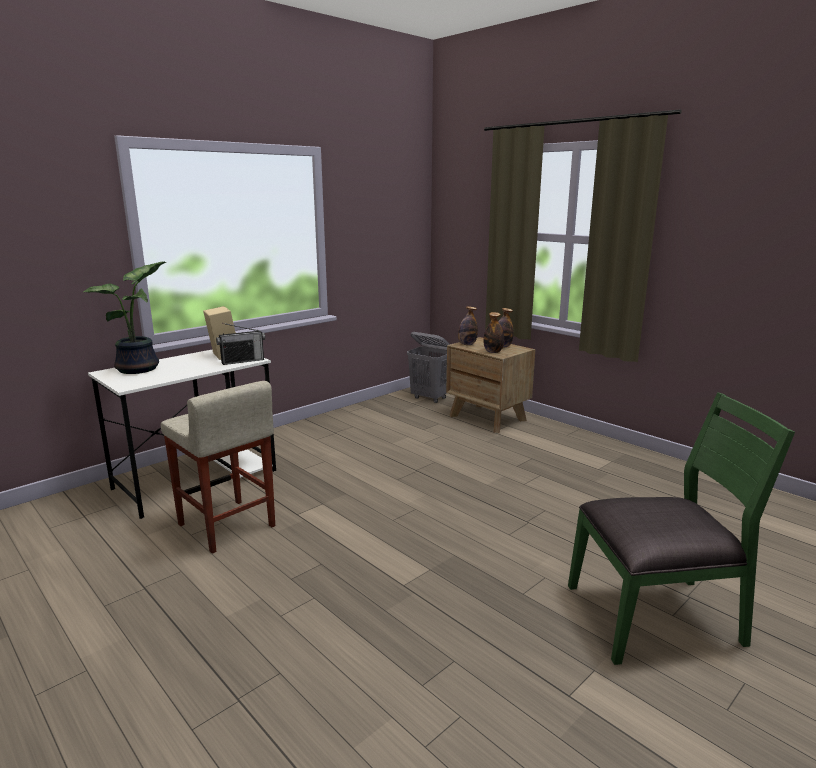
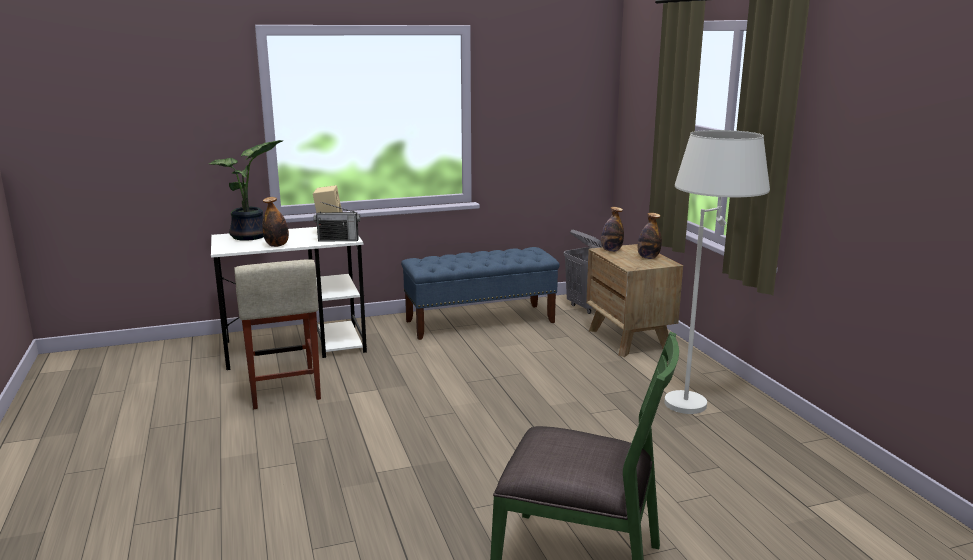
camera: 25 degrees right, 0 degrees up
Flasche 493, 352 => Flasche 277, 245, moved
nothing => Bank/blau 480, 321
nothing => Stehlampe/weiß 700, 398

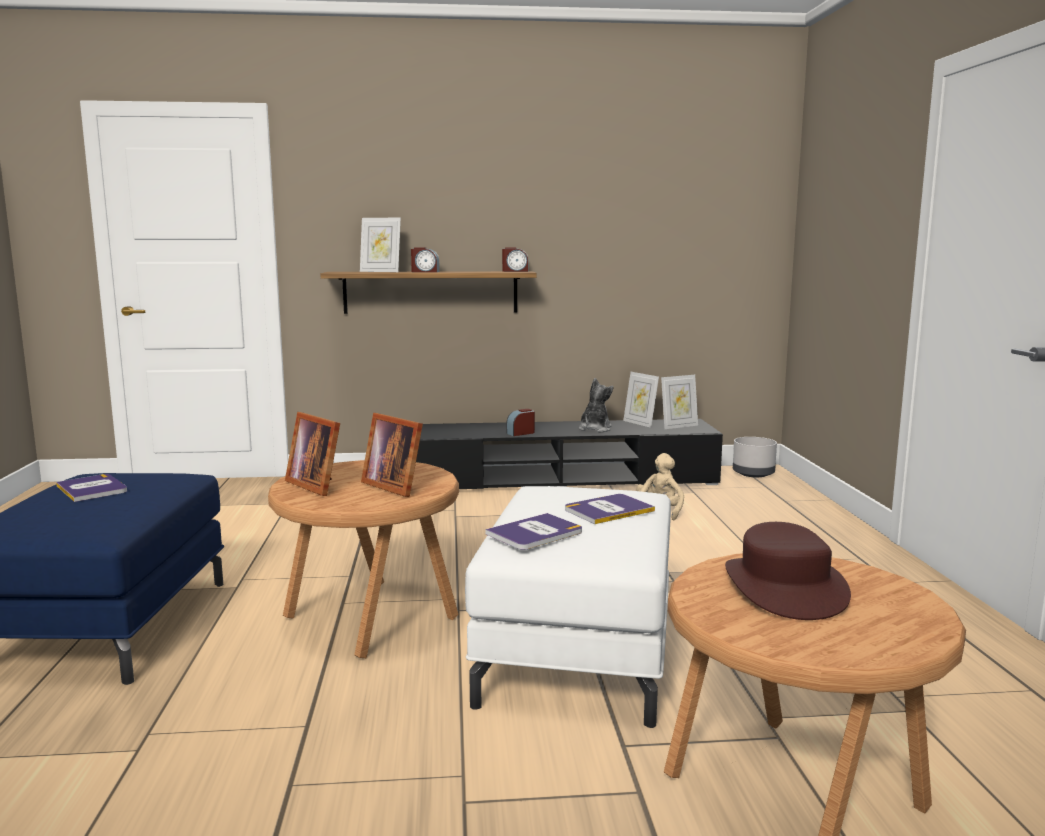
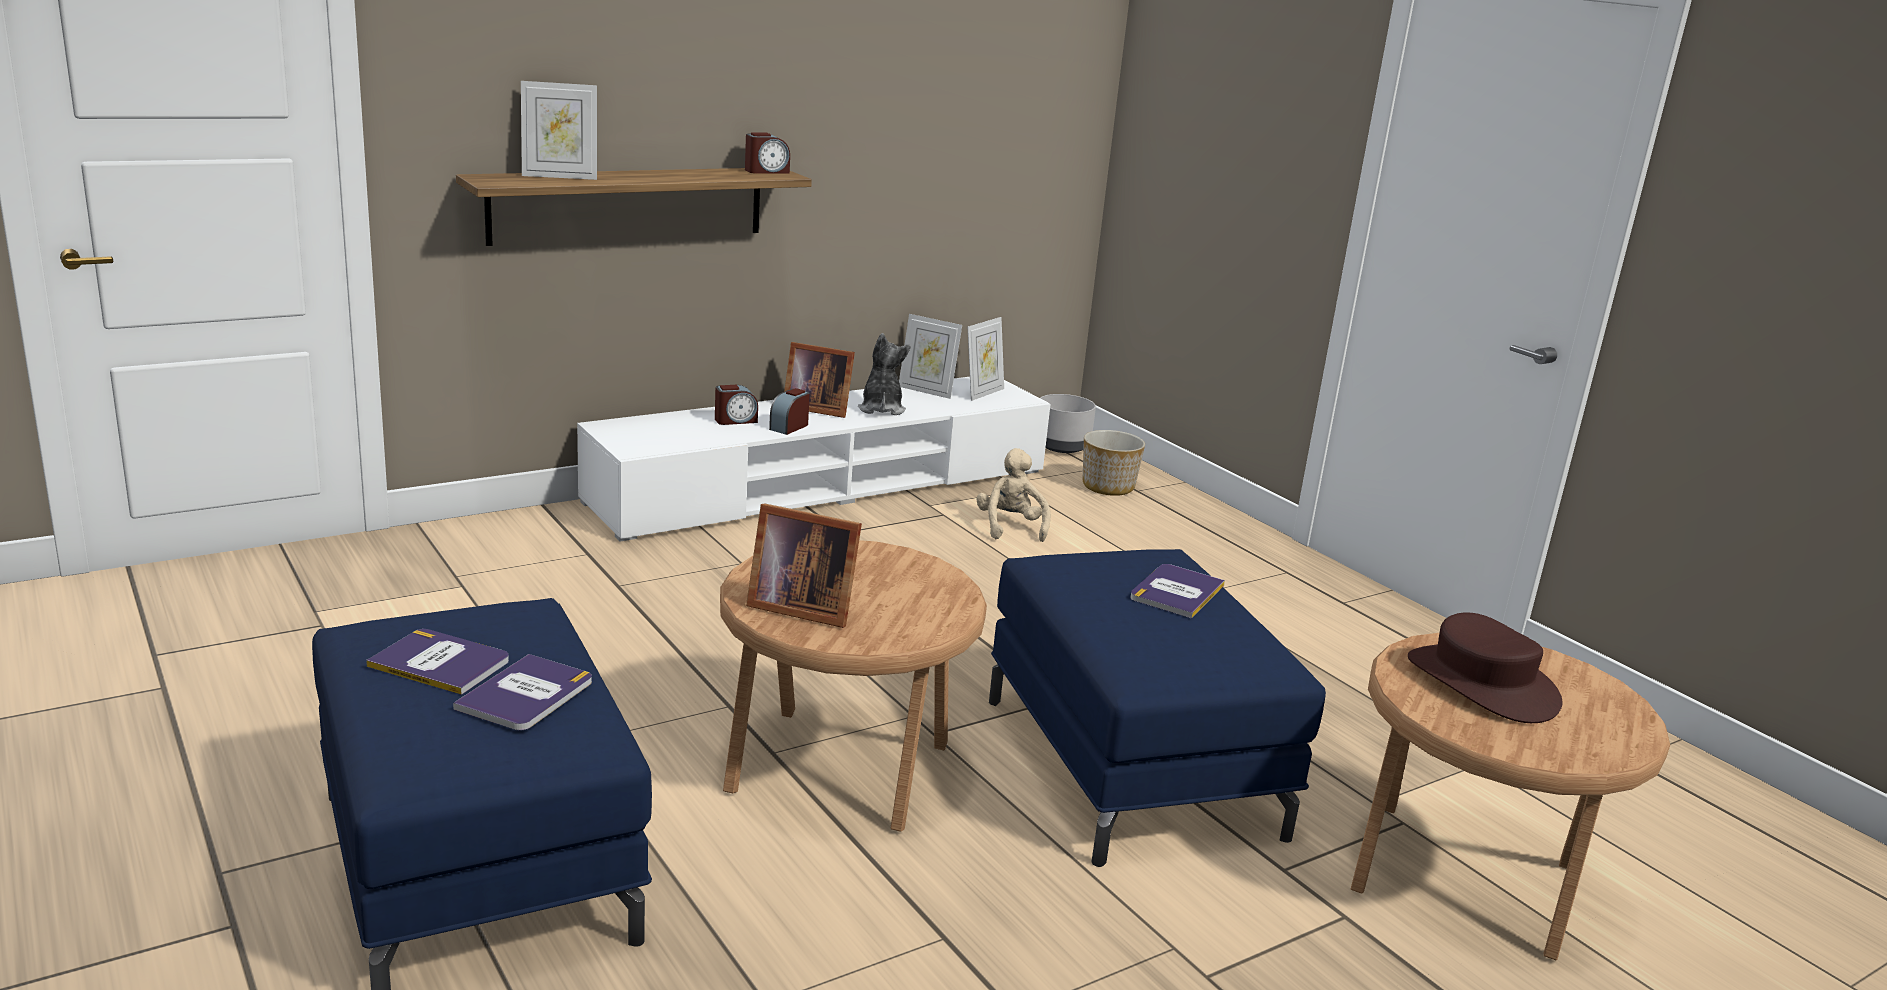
camera: 30 degrees left, 10 degrees up
Bilderrahmen 395, 486 => Bilderrahmen 815, 408, moved
Wecker 425, 272 => Wecker 735, 420, moved
Fernsehschrank/schwarz 557, 480 => Fernsehschrank/weiß 825, 486
Polsterhocker/weiß 576, 653 => Polsterhocker/blau 1128, 766
Buch 535, 533 => Buch 526, 694, moved
nothing => Pflanzkübel 1109, 487

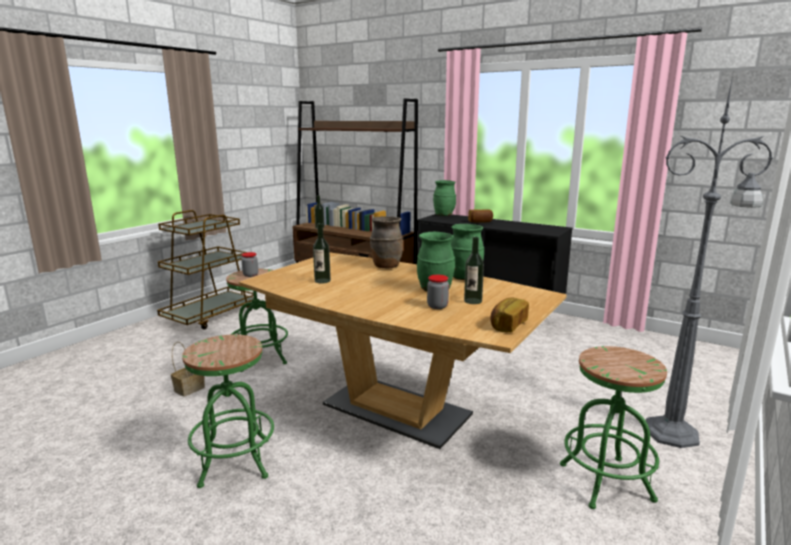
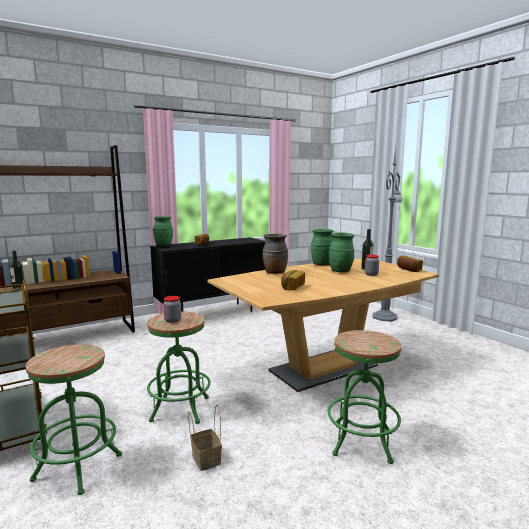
camera: 65 degrees left, 5 degrees down
Flasche 322, 281 => Brot 292, 287
Hocker/grün 606, 482 => Hocker/grün 78, 467, moved

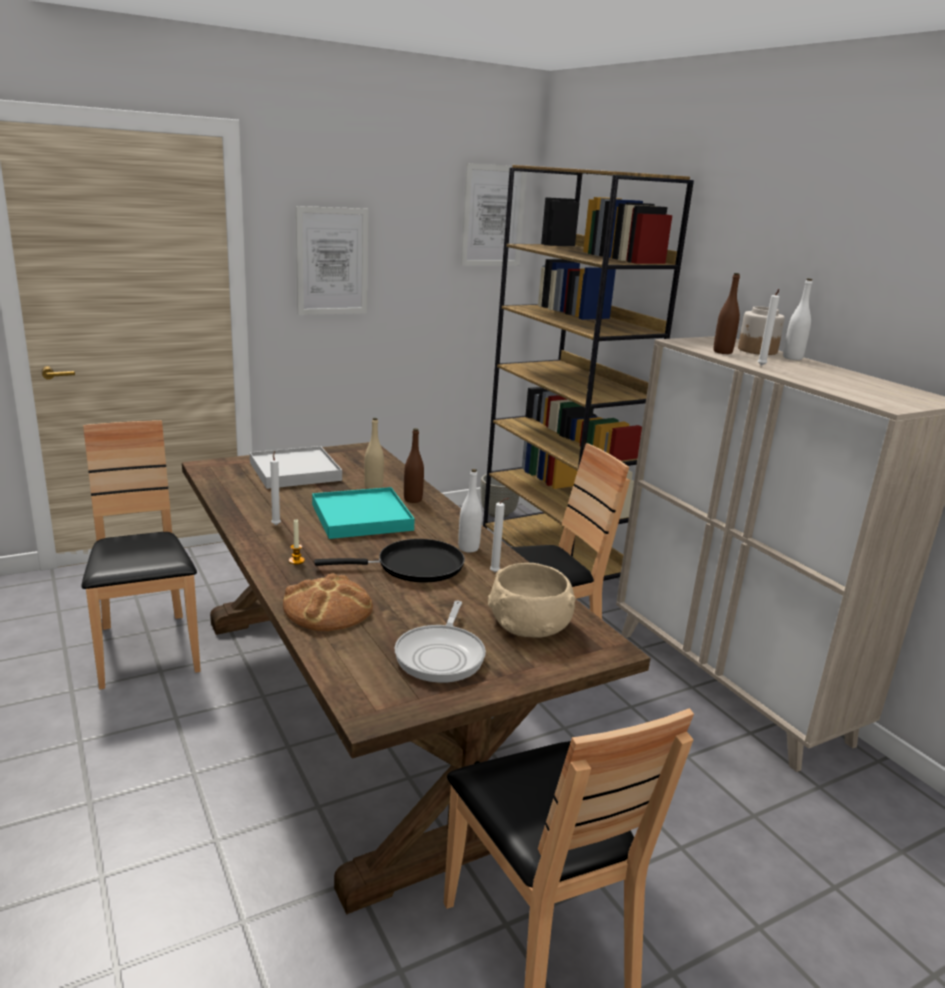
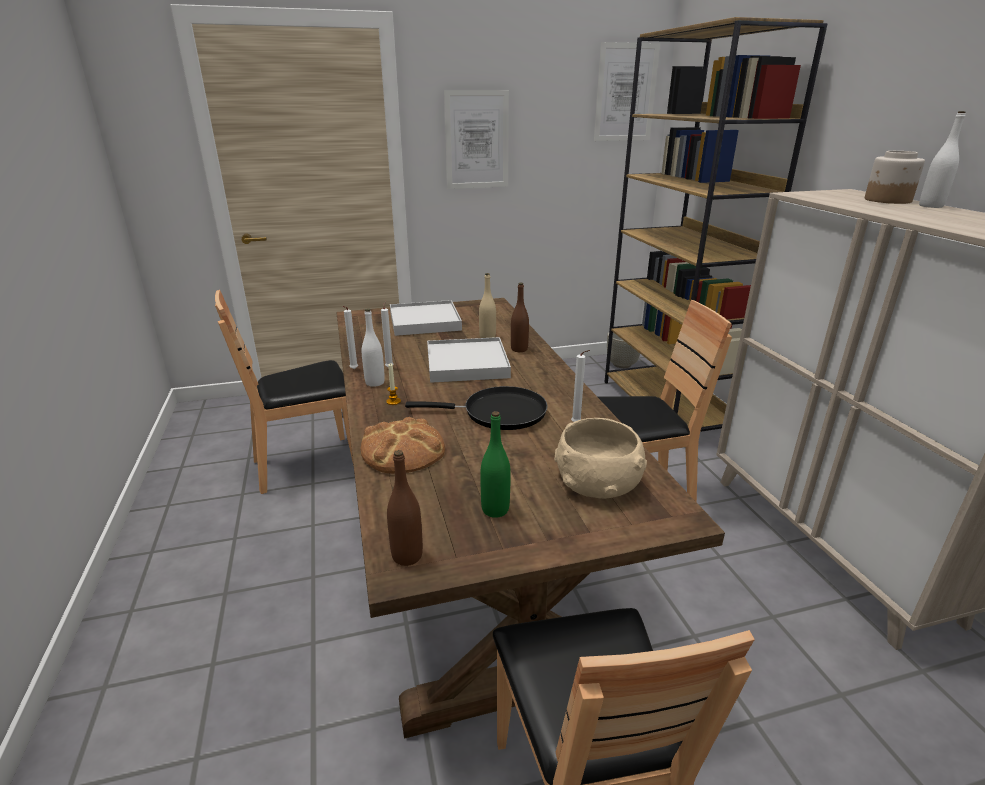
camera: 15 degrees right, 5 degrees up
Stuhl/braun 147, 650 => Stuhl/braun 307, 464, 105 degrees counterclockwise
Tablett/türkis 362, 517 => Tablett/weiß 467, 364
Pfanne 441, 655 => Flasche/grün 495, 509
Flasche/weiß 468, 548 => Flasche/weiß 375, 382, moved
Flasche/braun 722, 352 => Flasche/braun 407, 556, moved
Kerze/weiß 761, 366 => Kerze/weiß 353, 370, moved

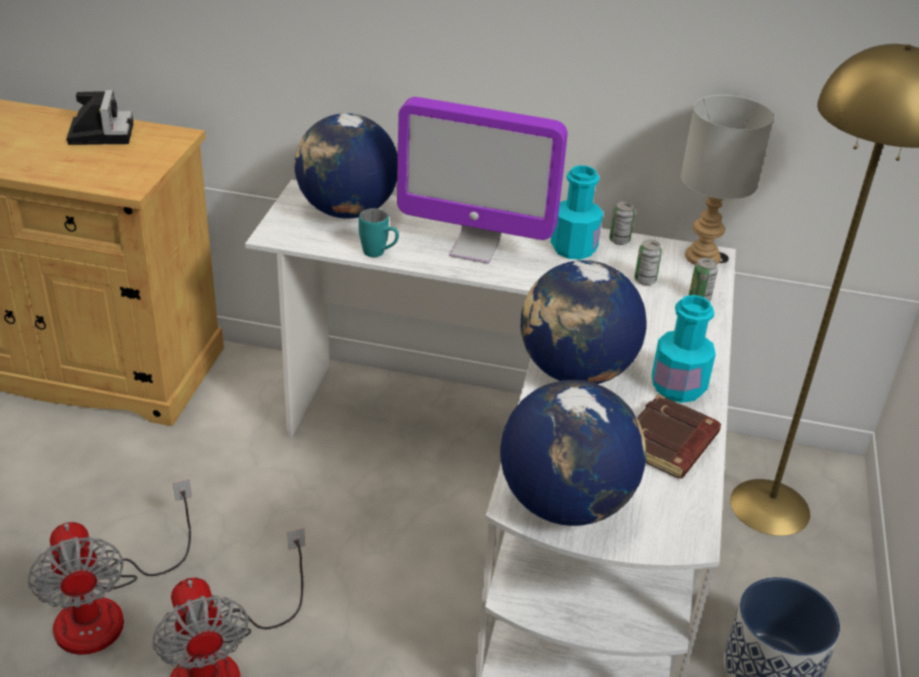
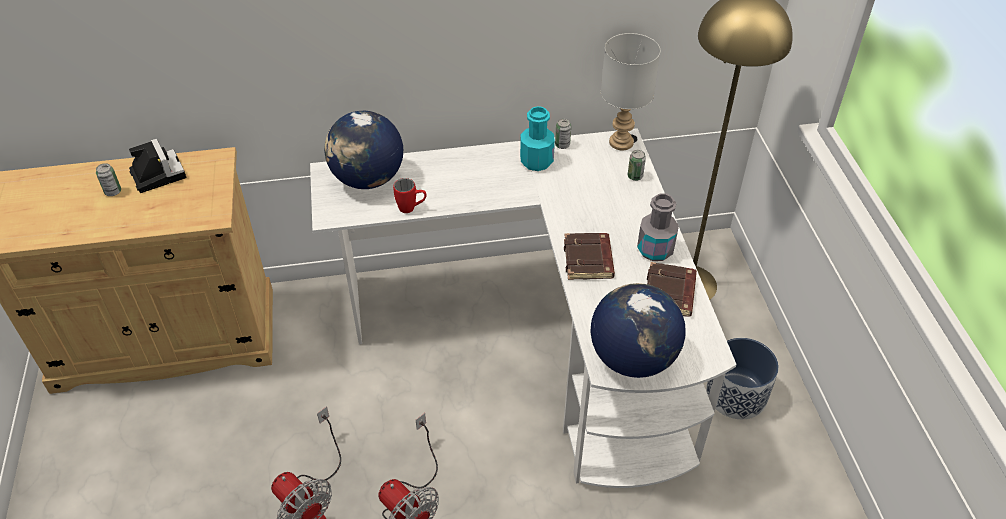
camera: 20 degrees left, 10 degrees up
Henkelbecher/türkis 379, 254 => Henkelbecher/rot 411, 209
Monitor 475, 249 => nothing
Globus 575, 372 => Buch/braun 589, 260
Dose 645, 280 => Dose 113, 192, moved
Flasche/türkis 678, 387 => Flasche/grau 655, 249

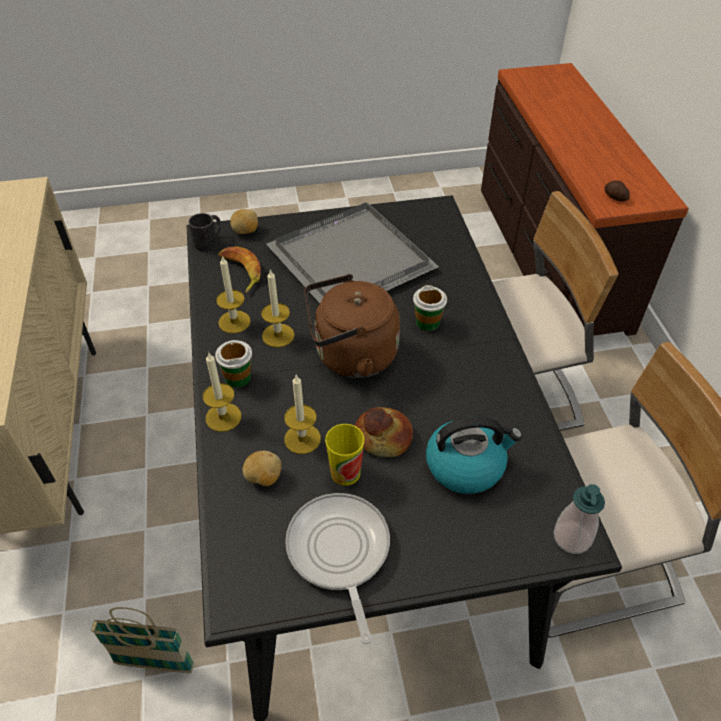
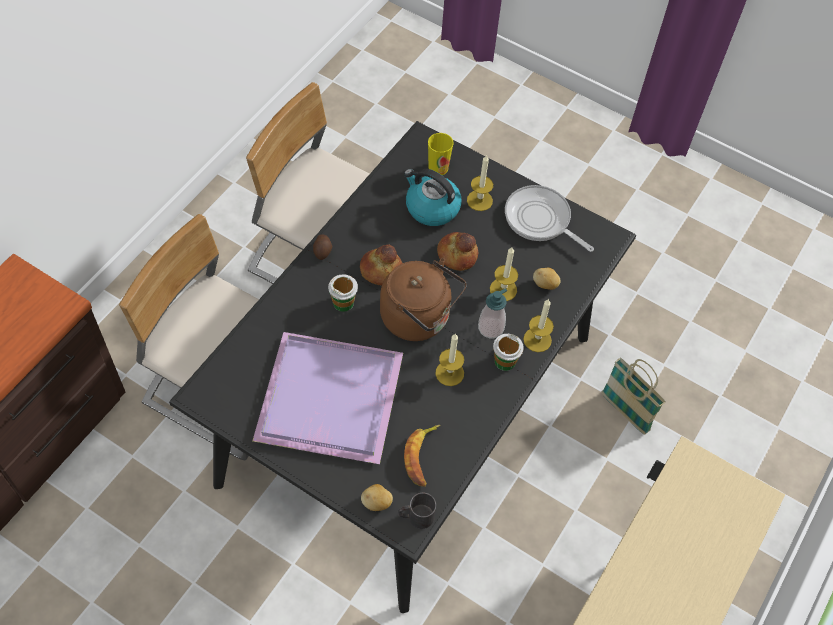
camera: 140 degrees left, 10 degrees up
Kerze 234, 322 => Kerze 479, 200, moved
Tablett/grau 351, 257 => Tablett/lila 327, 400
Pfanne 339, 552 => Pfanne 540, 220, 105 degrees clockwise
Tasse 345, 473 => Tasse 438, 168, moved
Seifenspender 572, 537 => Seifenspender 491, 328, moved
Kartoffel 614, 197 => Kartoffel 323, 251, moved
nothing => Brot 381, 271

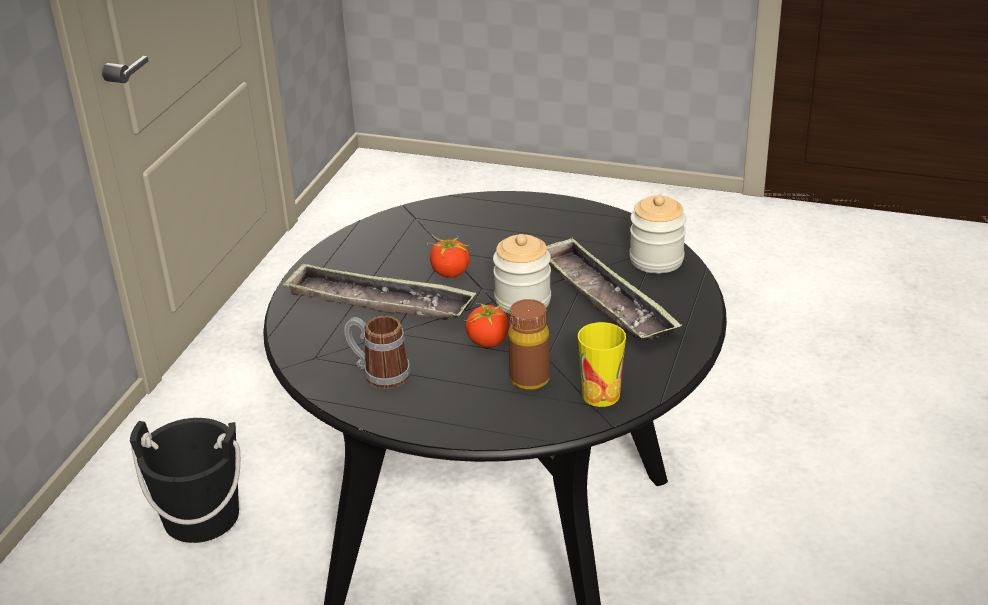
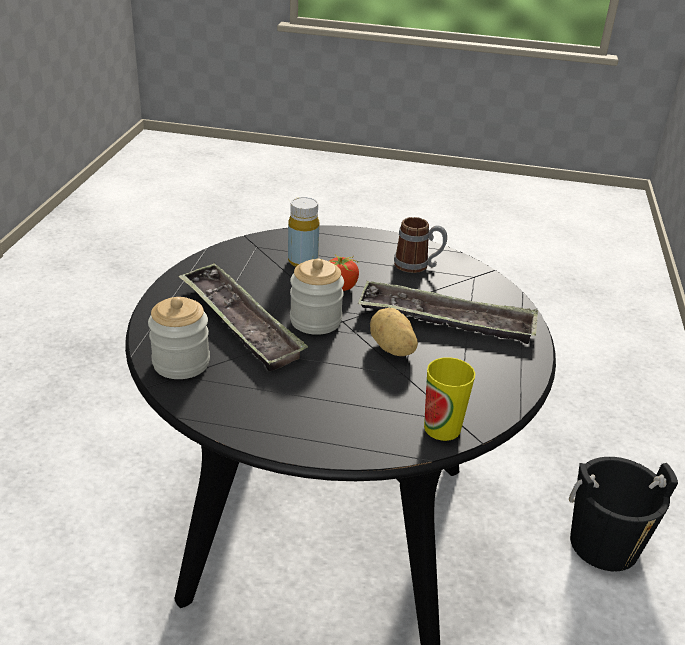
camera: 170 degrees right, 0 degrees up
Tomate 450, 273 => Kartoffel 391, 349
Flasche/braun 529, 379 => Flasche/gelb 303, 261
Tasse 601, 395 => Tasse 442, 428, moved

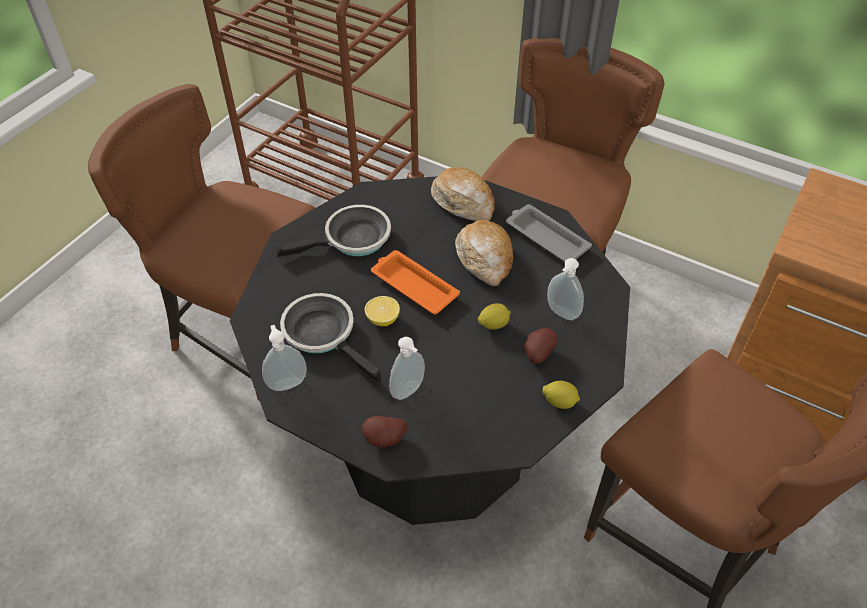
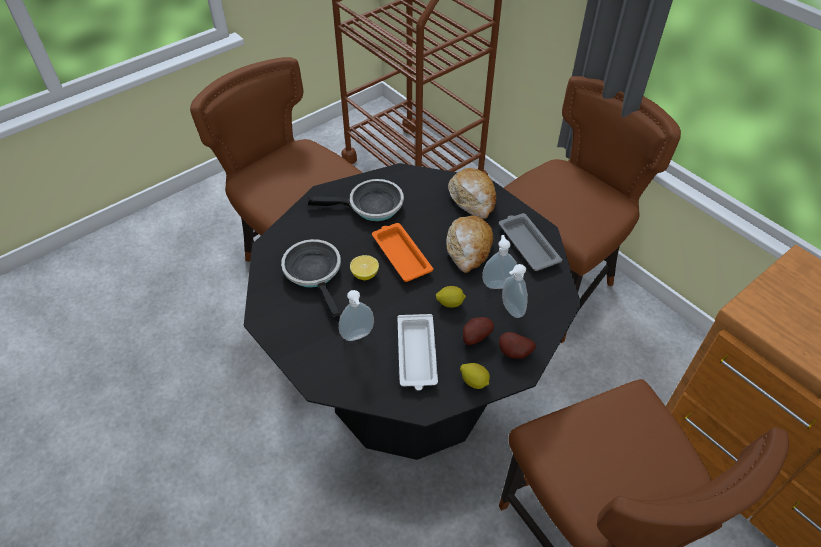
camera: 20 degrees right, 0 degrees up
Seifenspender 287, 382 => Seifenspender 497, 284, moved
Kartoffel 385, 440 => Kartoffel 514, 354, moved
nothing => Tablett/weiß 416, 355

